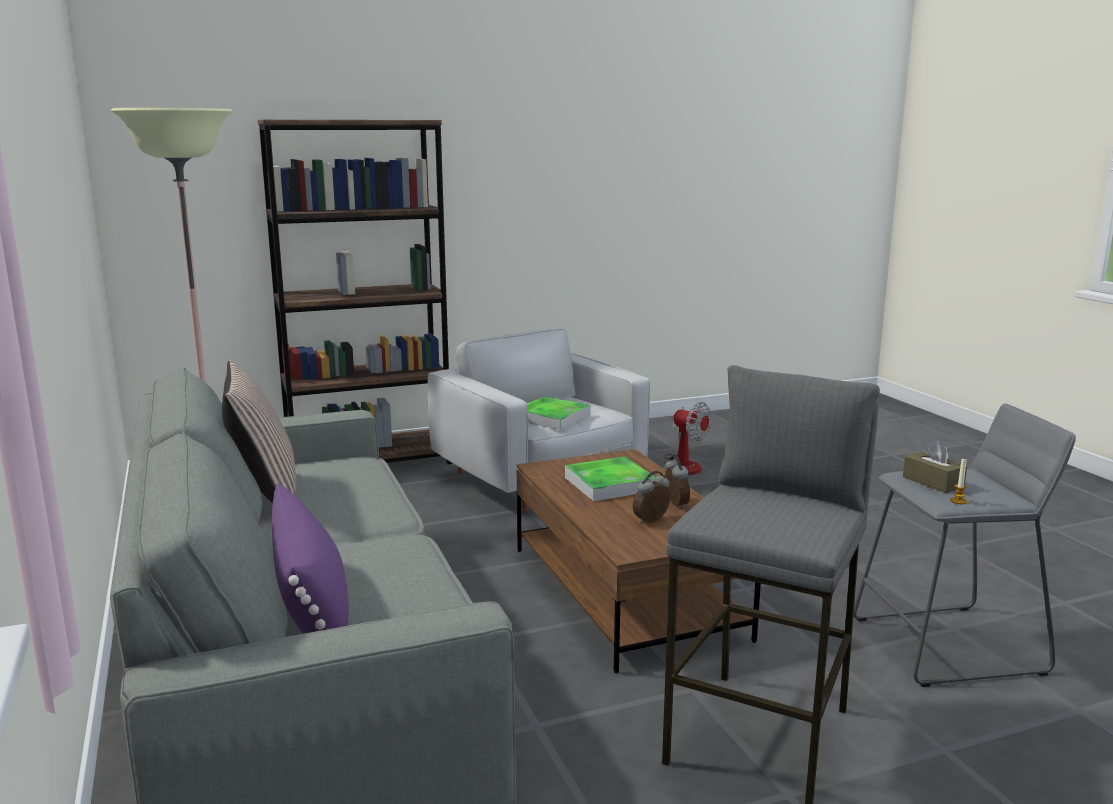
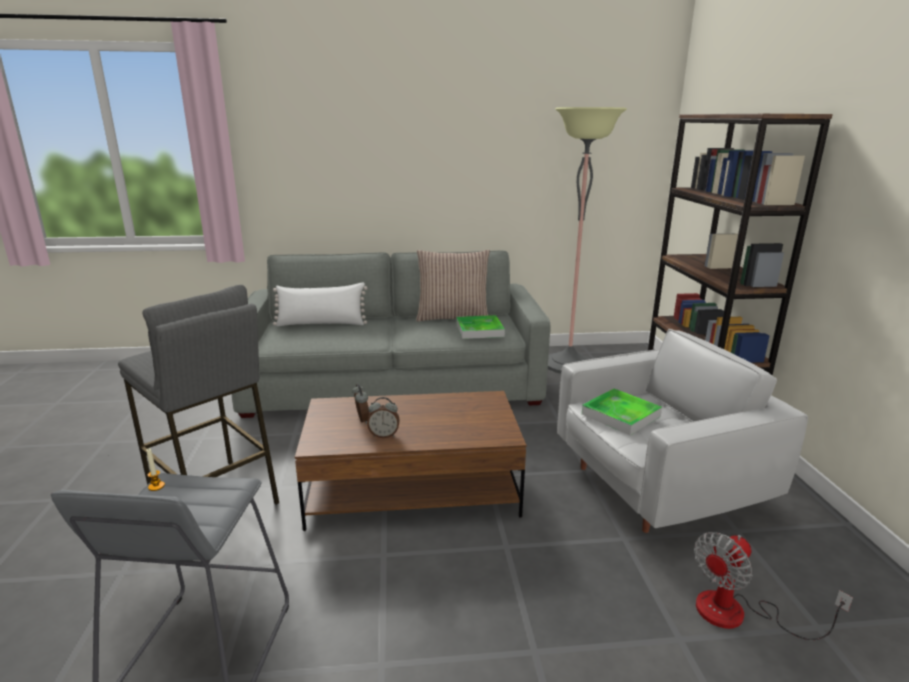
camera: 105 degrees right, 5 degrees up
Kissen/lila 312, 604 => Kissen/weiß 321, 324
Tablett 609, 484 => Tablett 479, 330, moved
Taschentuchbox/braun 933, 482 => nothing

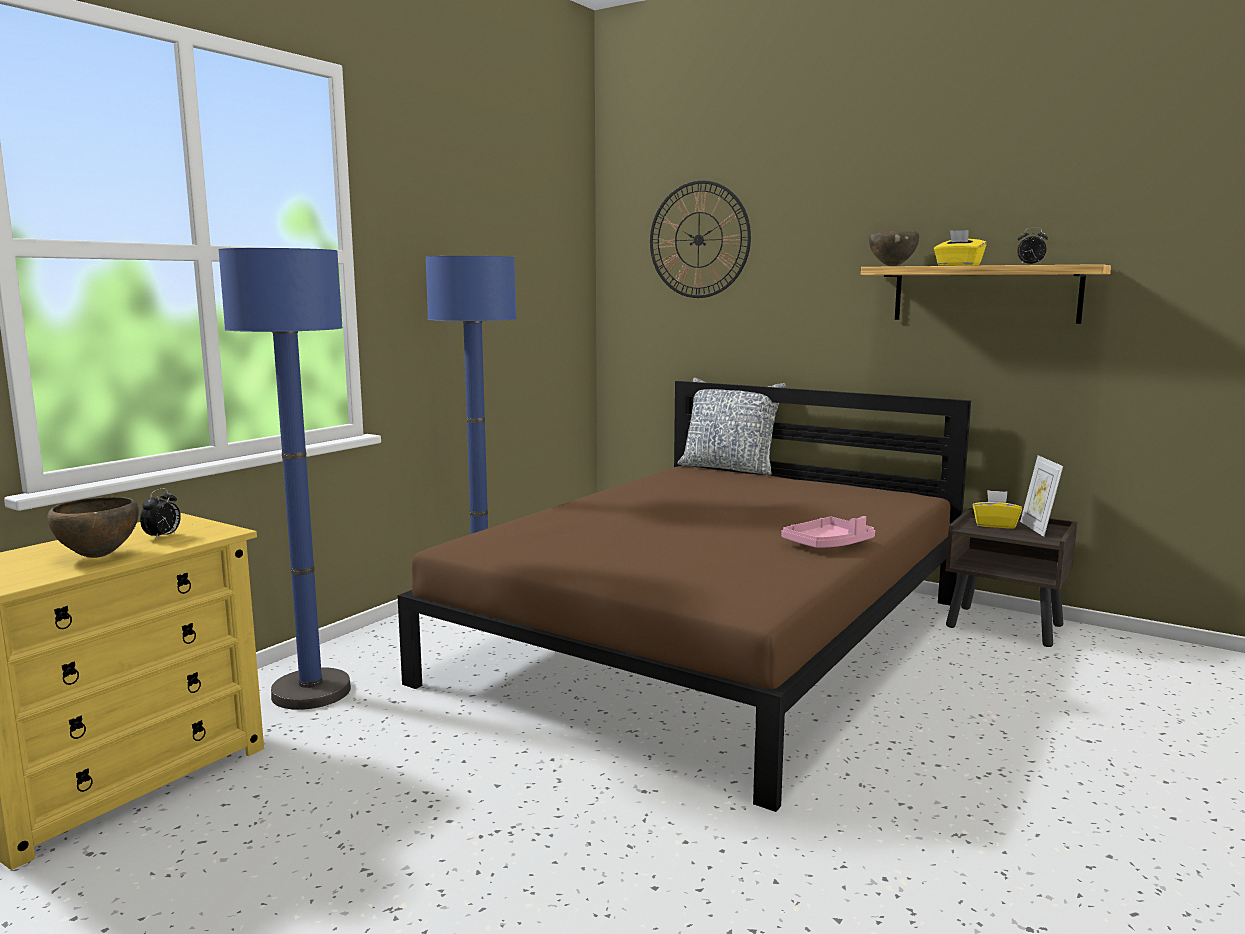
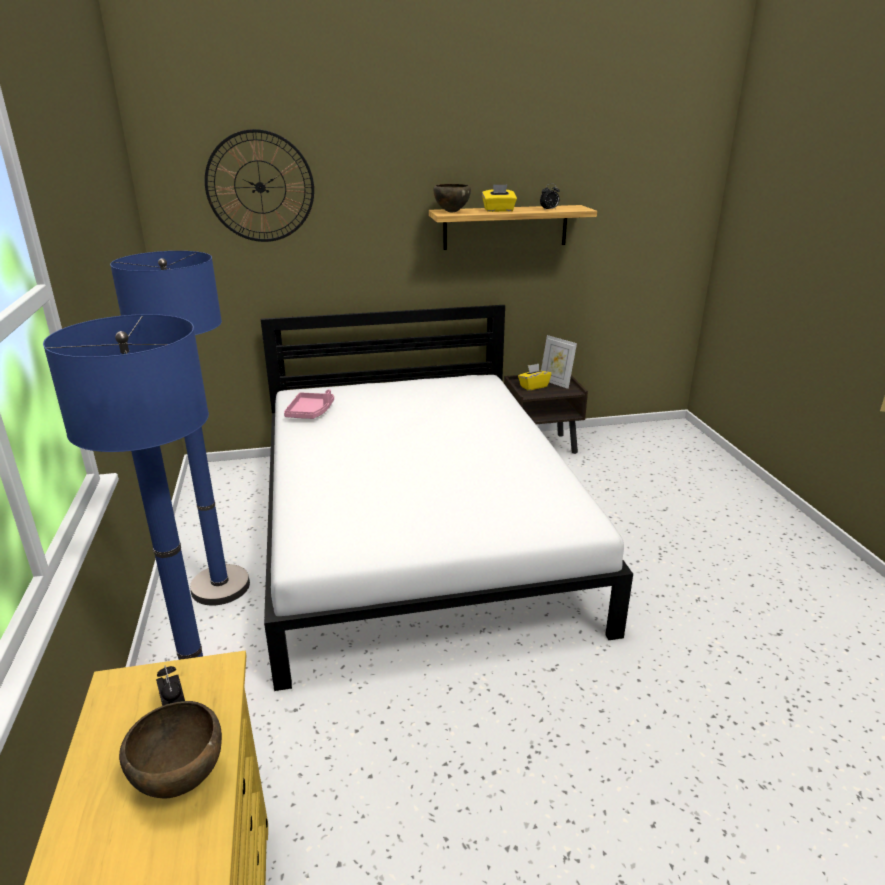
camera: 45 degrees left, 15 degrees up
Bett/braun 711, 640 => Bett/weiß 417, 530
Kissen 729, 468 => nothing
Tablett/rosa 828, 544 => Tablett/rosa 310, 412, moved

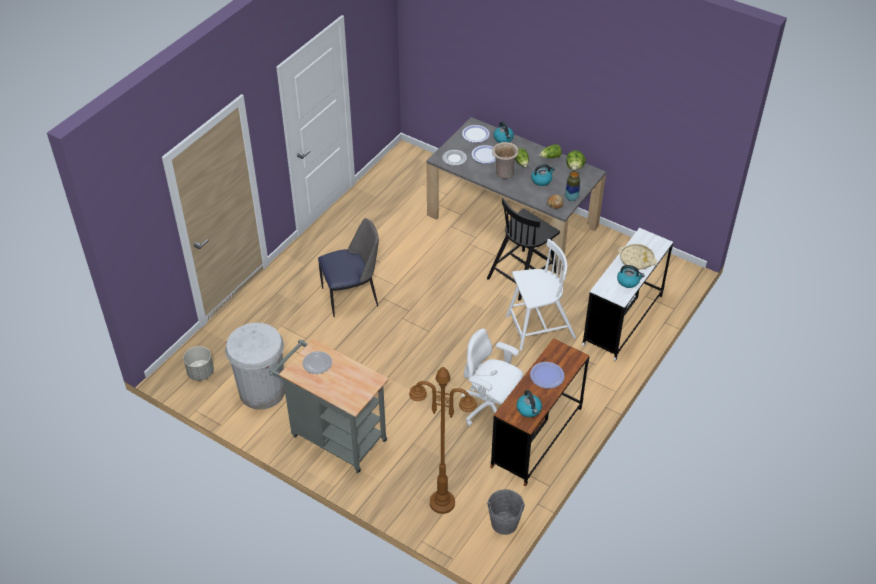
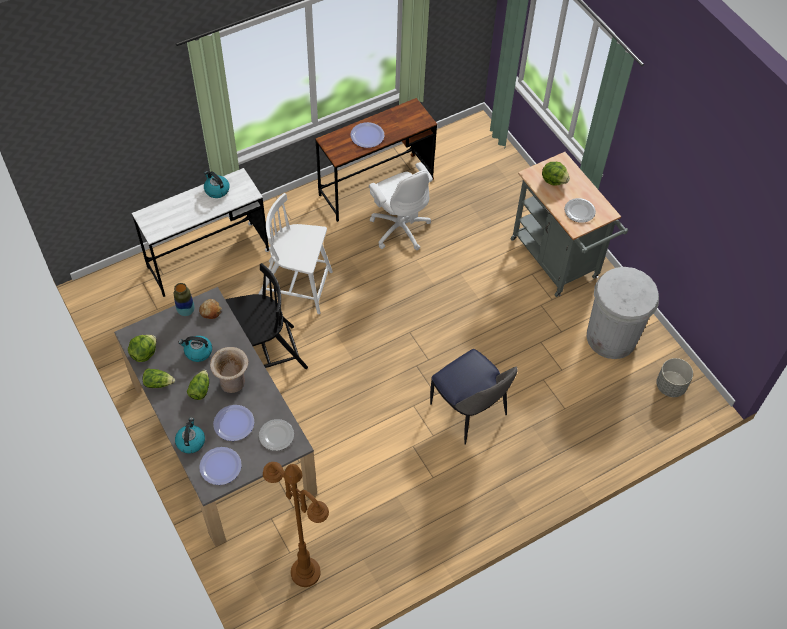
camera: 155 degrees left, 10 degrees up
Stuhl 352, 296 => Stuhl 469, 412, 135 degrees counterclockwise
Stehlampe/braun 441, 503 => Stehlampe/braun 306, 573, moved
Eimer/grau 504, 523 => nothing
Wasserkessel 529, 409 => nothing
Tablett/beige 636, 259 => nothing
nothing => Salatkopf 554, 180

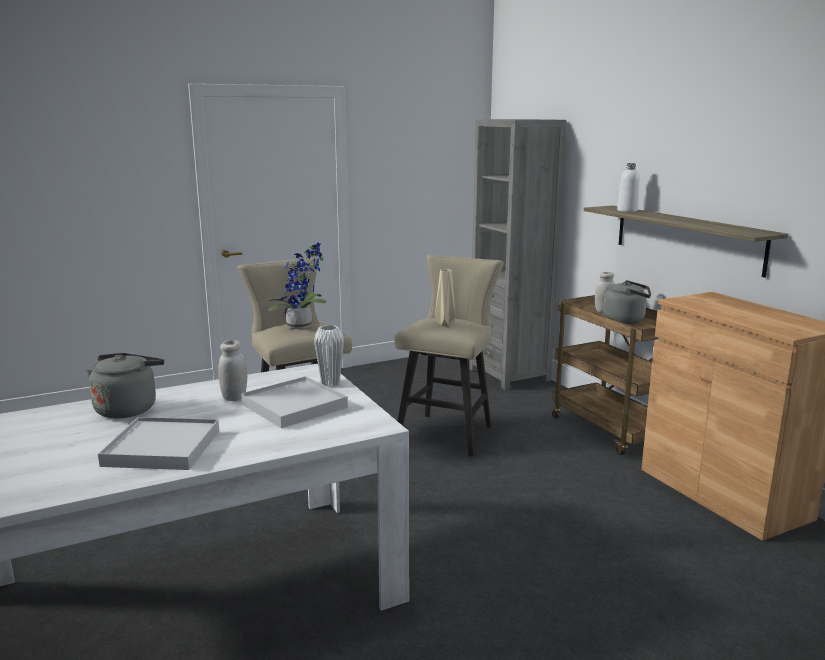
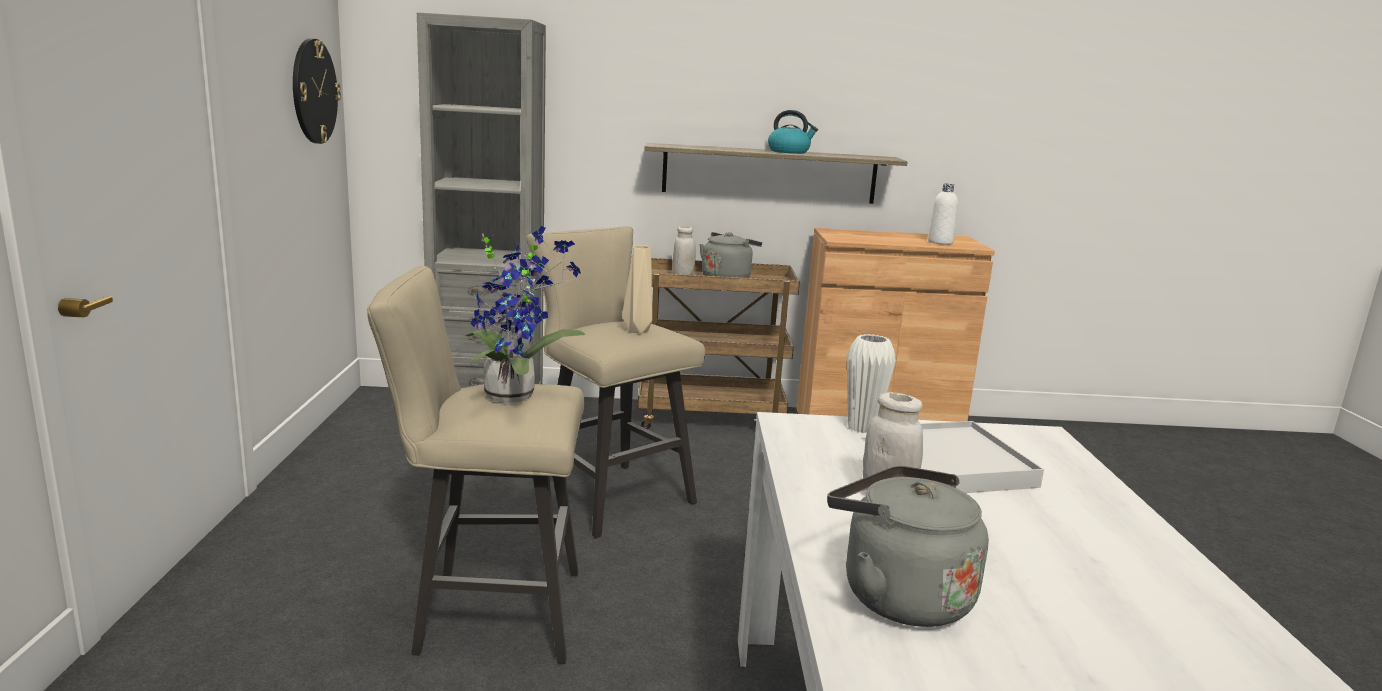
camera: 65 degrees left, 0 degrees up
Tablett/weiß 162, 448 => nothing
Flasche/weiß 627, 210 => Flasche/weiß 940, 242, moved
nothing => Wanduhr 314, 91
nothing => Wasserkessel 789, 152

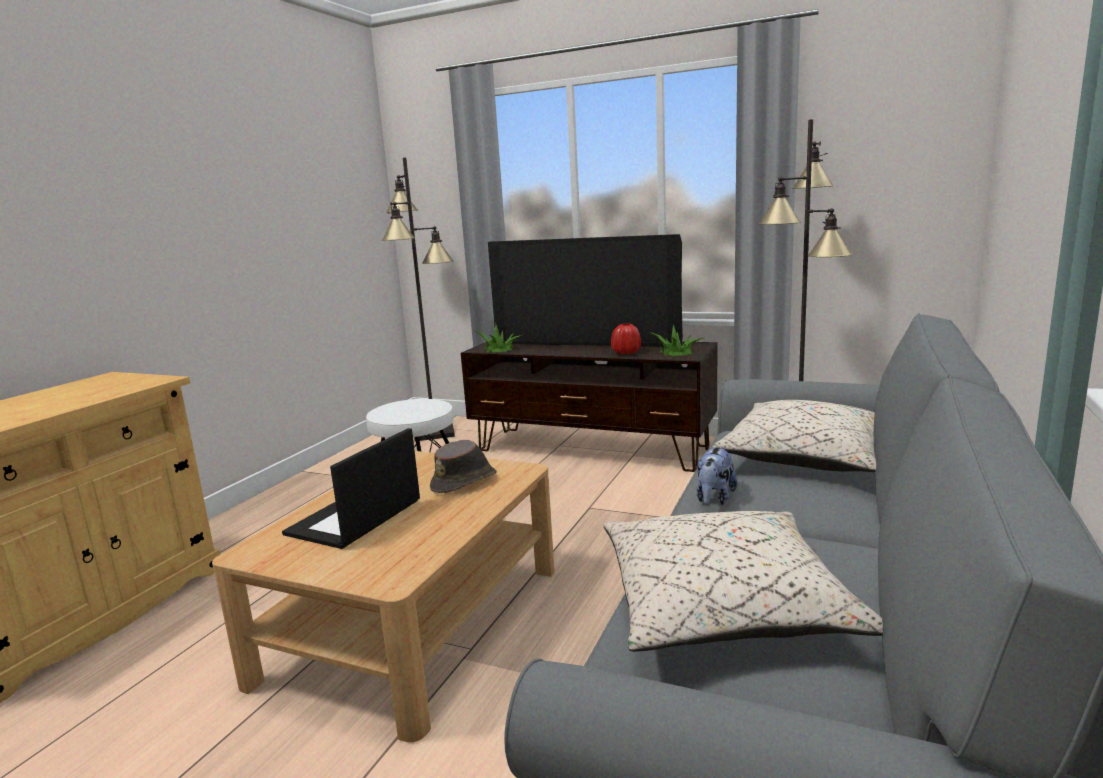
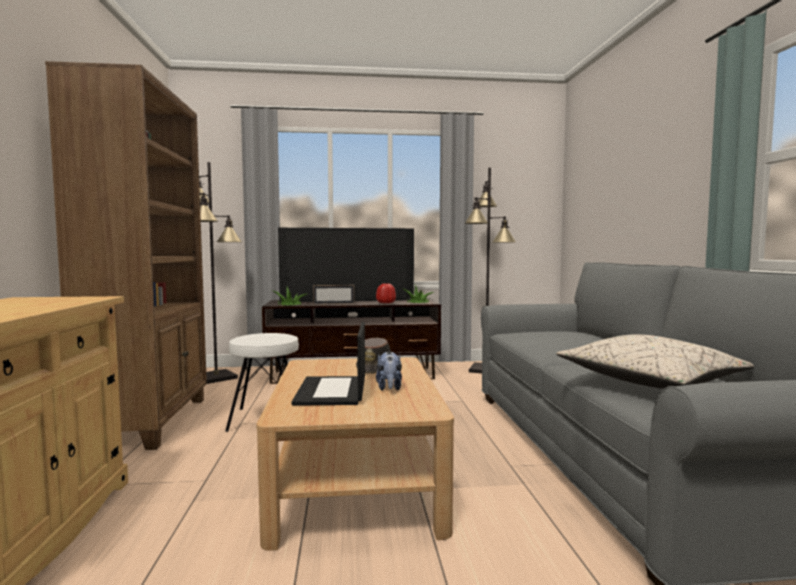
camera: 30 degrees left, 10 degrees down
Plüschtier 714, 498 => Plüschtier 389, 388, moved
Kissen/beige 806, 457 => nothing
nothing => Bücherregal/braun 150, 422
nothing => Bilderrahmen 333, 303

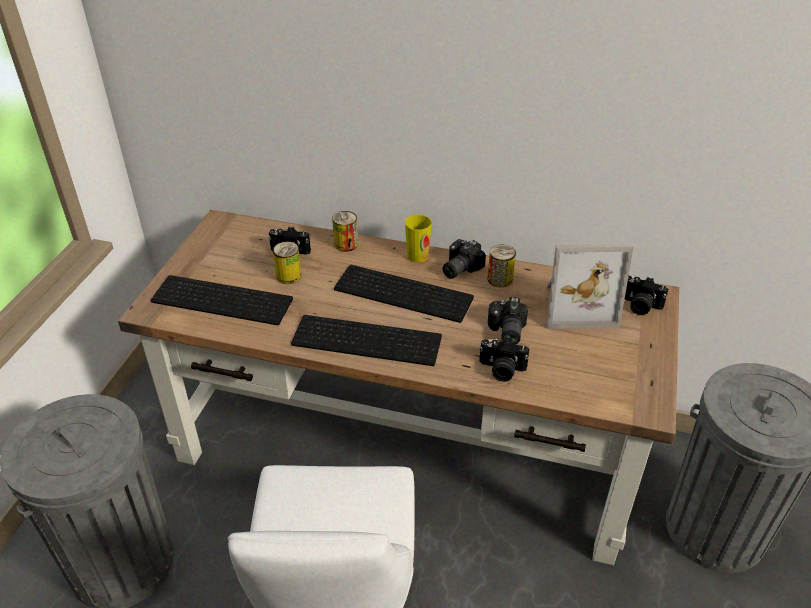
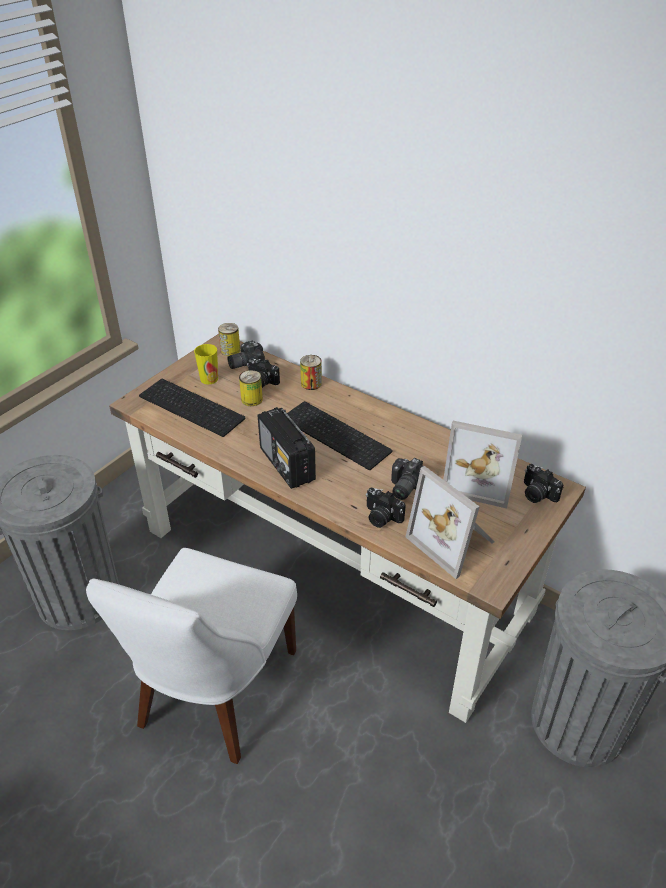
camera: 20 degrees right, 0 degrees up
Tastatur 369, 339 => Radio 287, 465
Tasse 417, 255 => Tasse 209, 379, moved
Kamera 458, 268 => Kamera 245, 363, moved
Dose 500, 279 => Dose 230, 350, moved
nothing => Bilderrahmen 454, 541

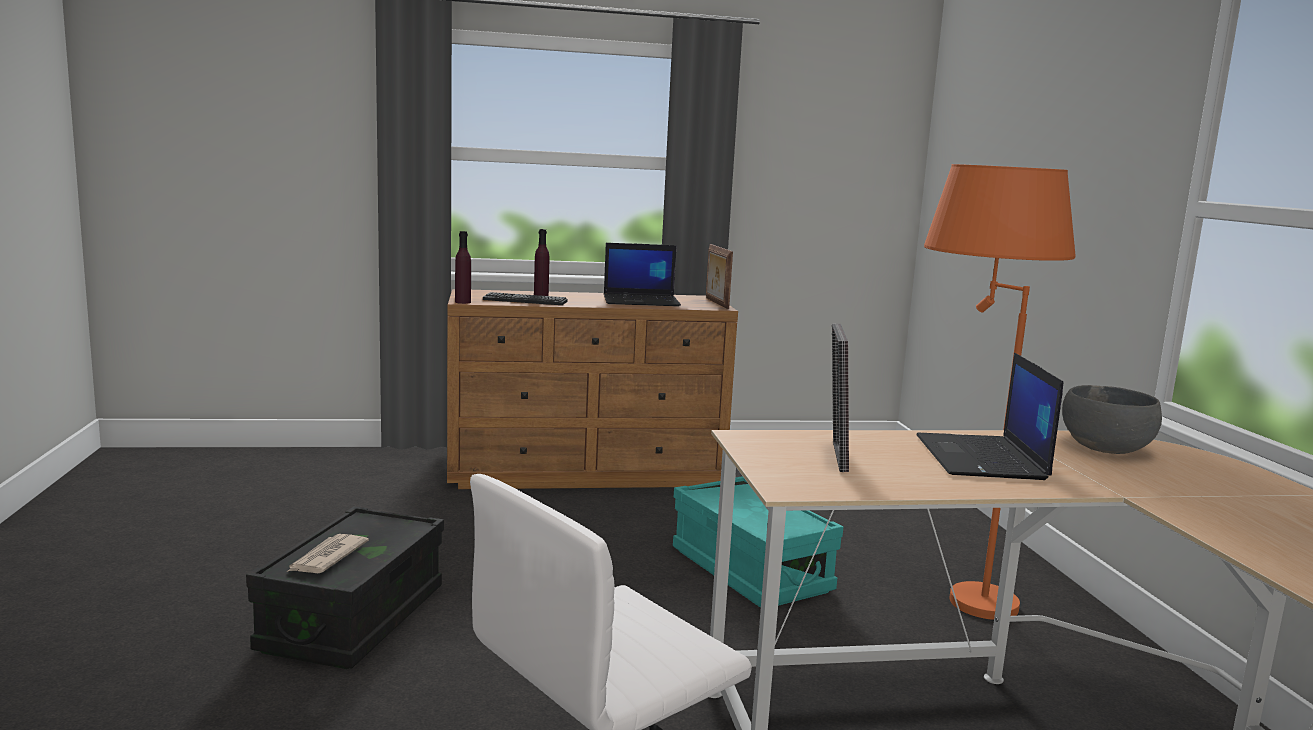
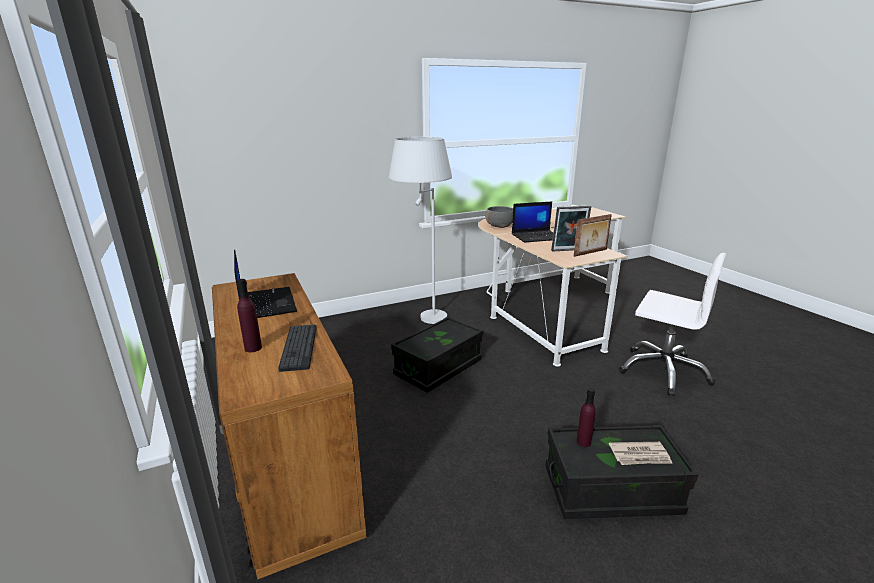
camera: 105 degrees left, 10 degrees up
Flasche/lila 463, 302 => Flasche/lila 583, 442, moved
Aufbewahrungsbox/türkis 750, 570 => Aufbewahrungsbox/schwarz 438, 368
Bilderrahmen 716, 303 => Bilderrahmen 591, 253, moved
Stehlampe/orange 954, 588 => Stehlampe/weiß 423, 322

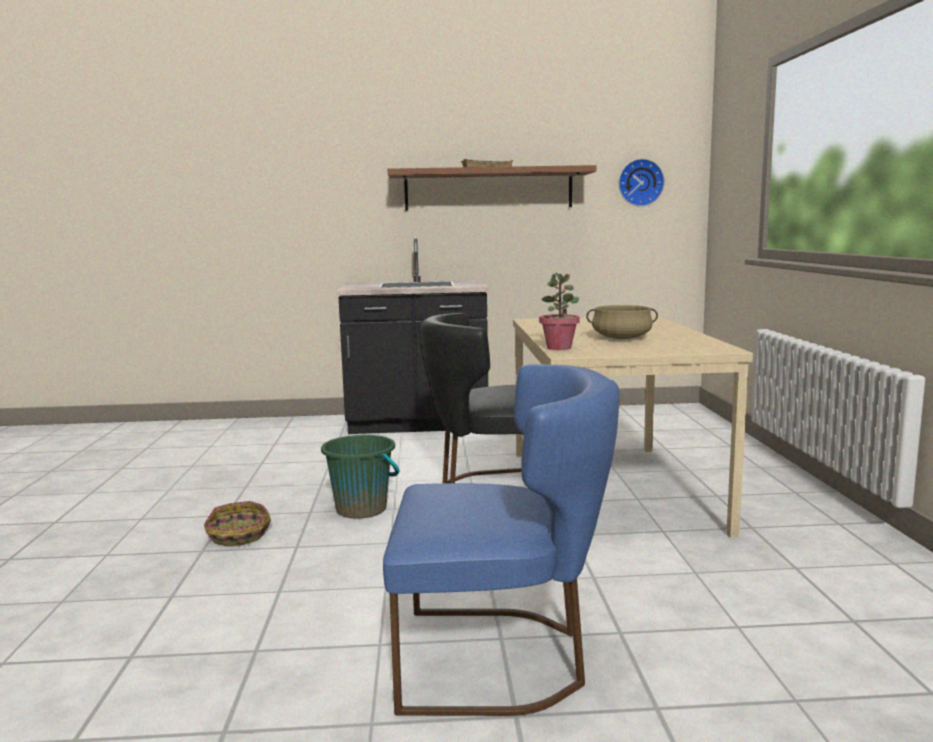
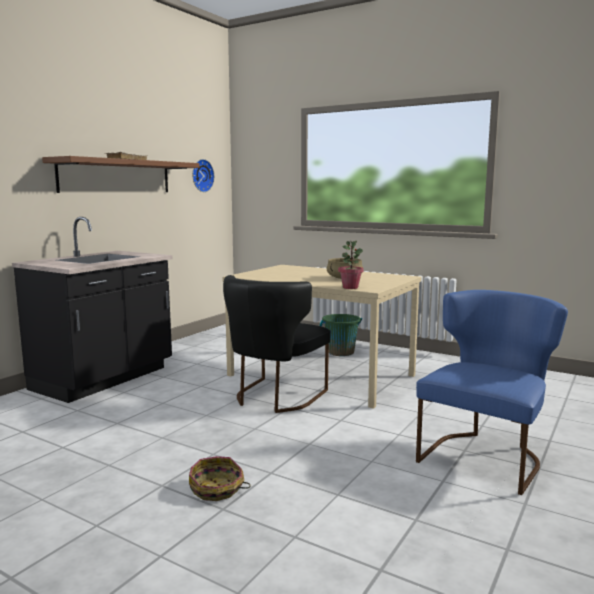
camera: 55 degrees left, 0 degrees up
Eimer/grün 362, 509 => Eimer/grün 340, 352, moved

